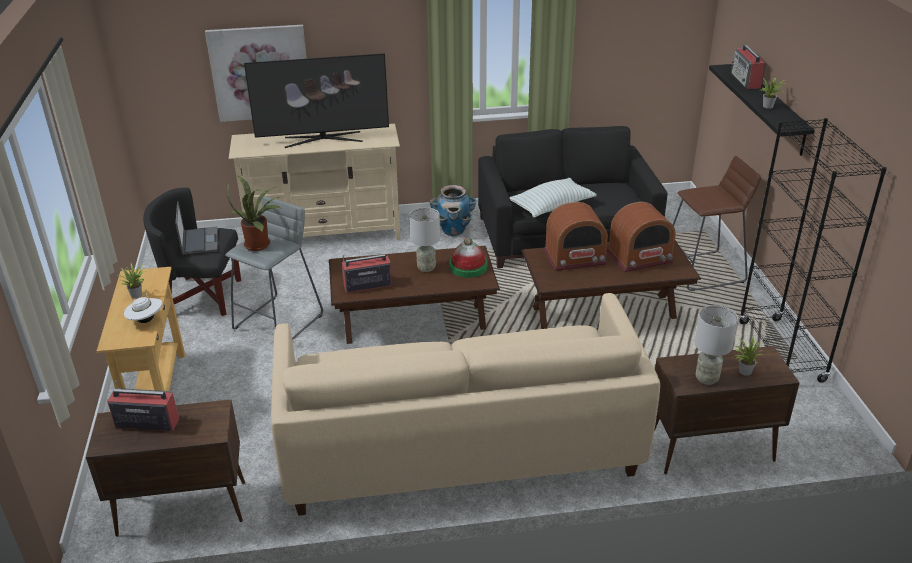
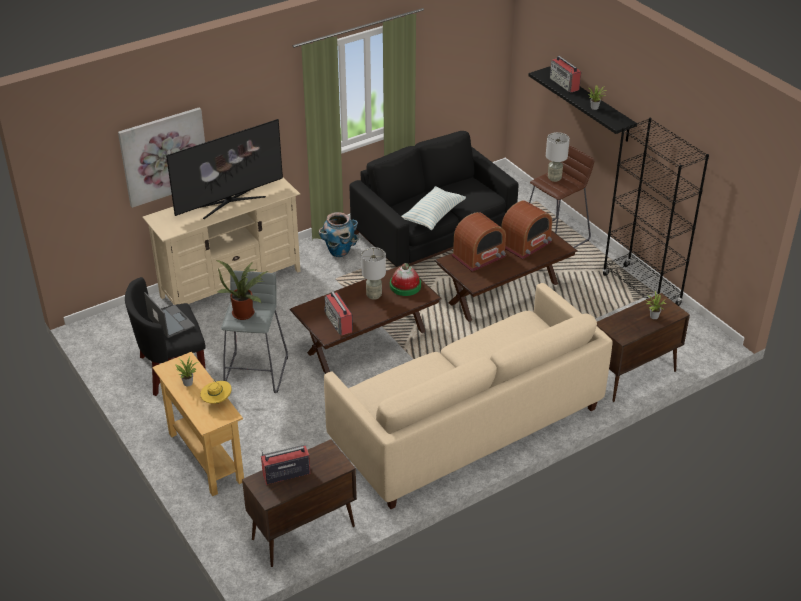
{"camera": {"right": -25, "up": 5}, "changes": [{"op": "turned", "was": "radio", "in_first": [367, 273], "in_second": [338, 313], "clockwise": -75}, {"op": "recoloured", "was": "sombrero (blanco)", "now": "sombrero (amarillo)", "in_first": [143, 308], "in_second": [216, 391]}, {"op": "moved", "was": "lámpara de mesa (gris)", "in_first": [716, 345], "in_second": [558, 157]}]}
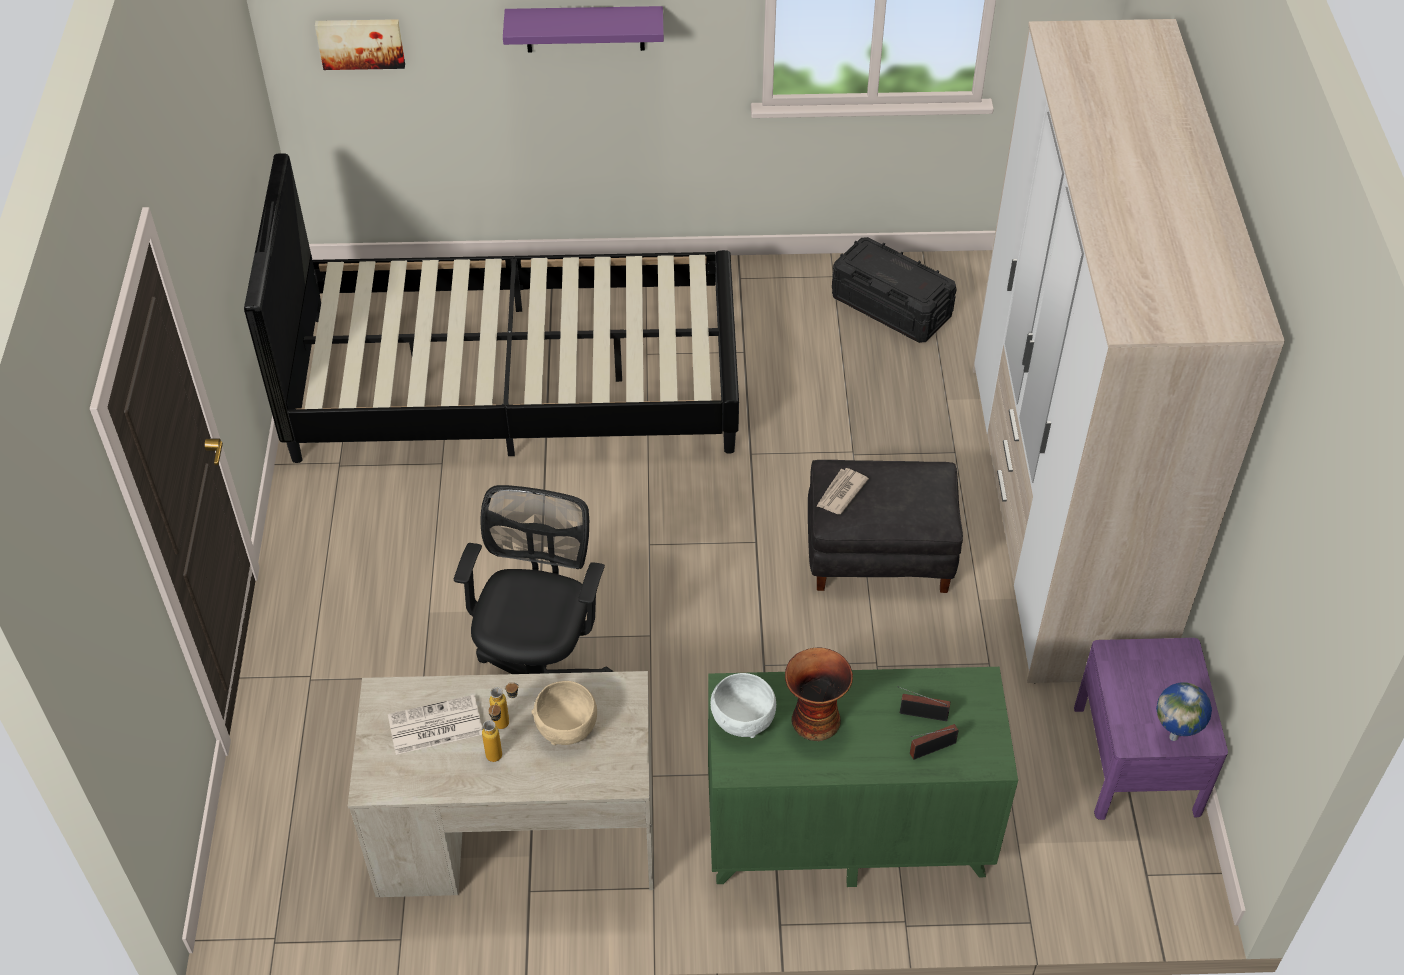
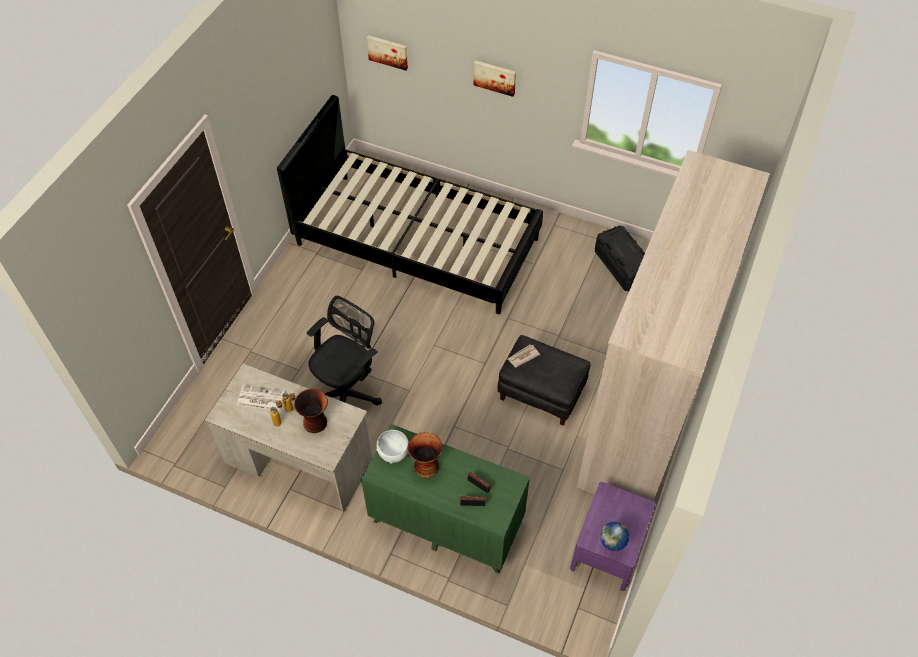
{"camera": {"right": 25, "up": 5}, "changes": [{"op": "replaced", "was": "estante (morado)", "now": "cuadro", "in_first": [583, 29], "in_second": [495, 78]}, {"op": "replaced", "was": "cuenco (beis)", "now": "florero", "in_first": [564, 713], "in_second": [311, 410]}]}
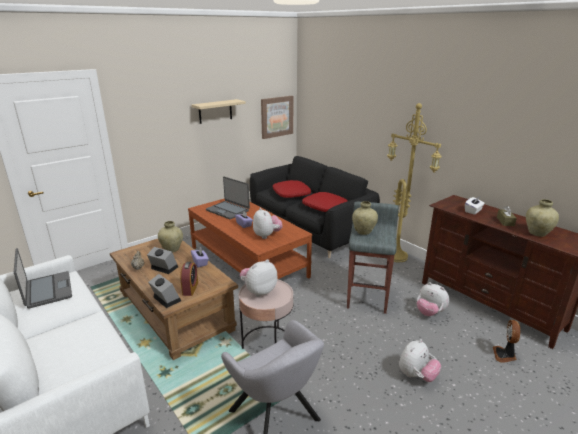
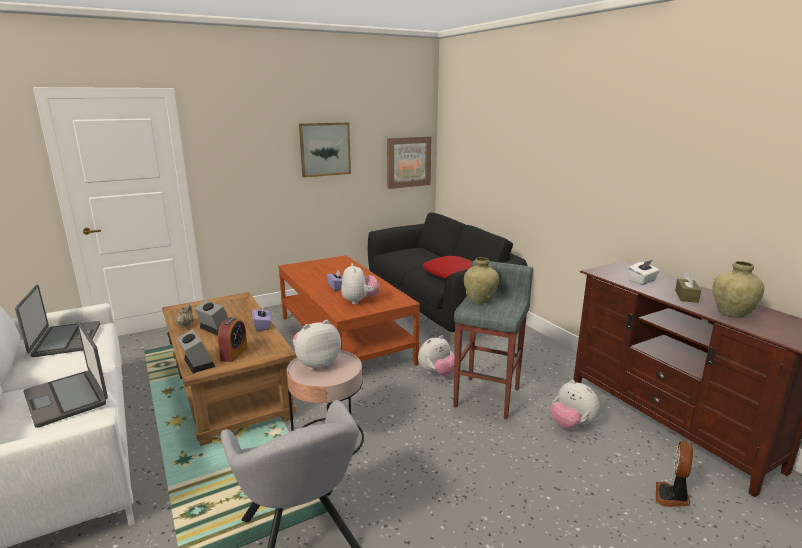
{"camera": {"right": 10, "up": -5}, "changes": [{"op": "replaced", "was": "estante (beis)", "now": "cuadro", "in_first": [218, 111], "in_second": [325, 149]}, {"op": "removed", "was": "lámpara de pie (amarillo)", "in_first": [413, 182]}, {"op": "moved", "was": "portátil", "in_first": [228, 198], "in_second": [65, 374]}, {"op": "removed", "was": "cojín (rojo)", "in_first": [292, 189]}, {"op": "removed", "was": "florero (beis)", "in_first": [170, 237]}, {"op": "moved", "was": "peluche", "in_first": [420, 360], "in_second": [436, 356]}]}
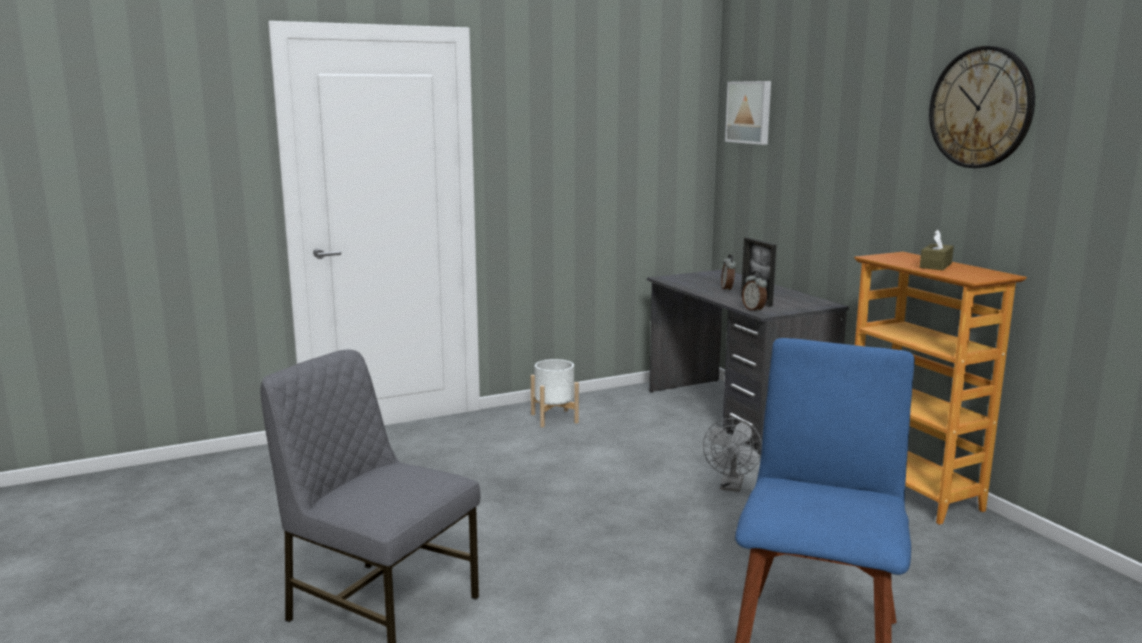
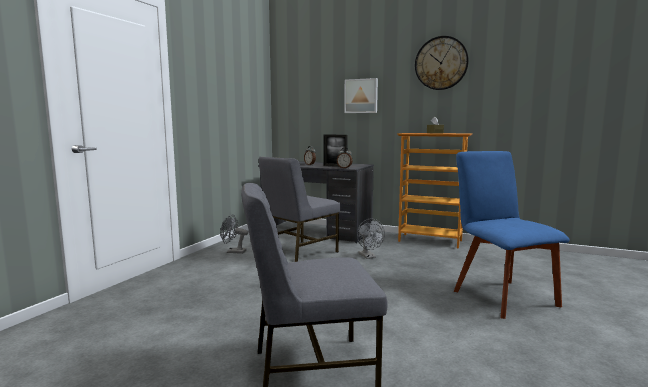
{"camera": {"right": -40, "up": -5}, "changes": [{"op": "moved", "was": "cuadro", "in_first": [748, 113], "in_second": [361, 95]}, {"op": "replaced", "was": "maceta (blanco)", "now": "ventilador (gris)", "in_first": [555, 393], "in_second": [234, 234]}, {"op": "added", "now": "silla (gris)", "in_second": [300, 209]}]}
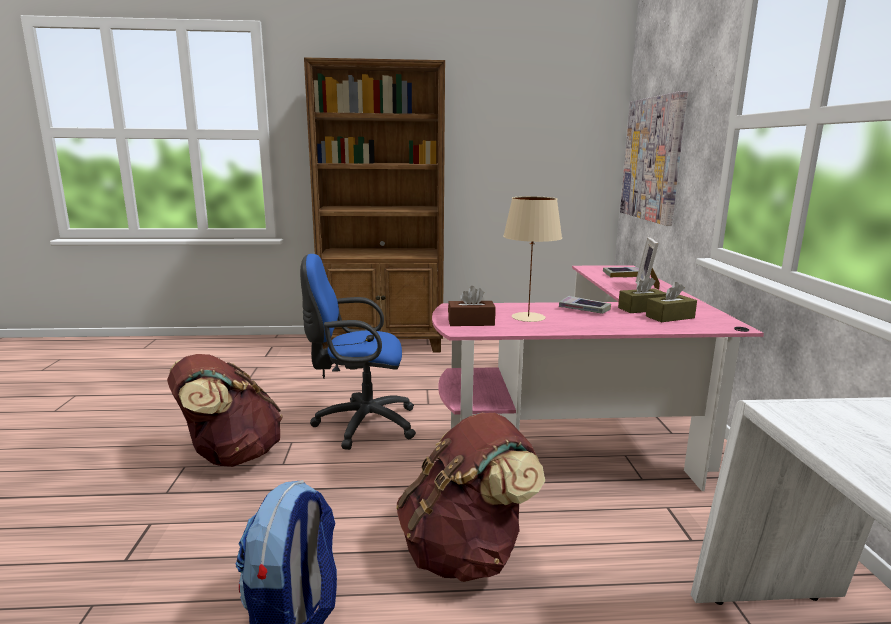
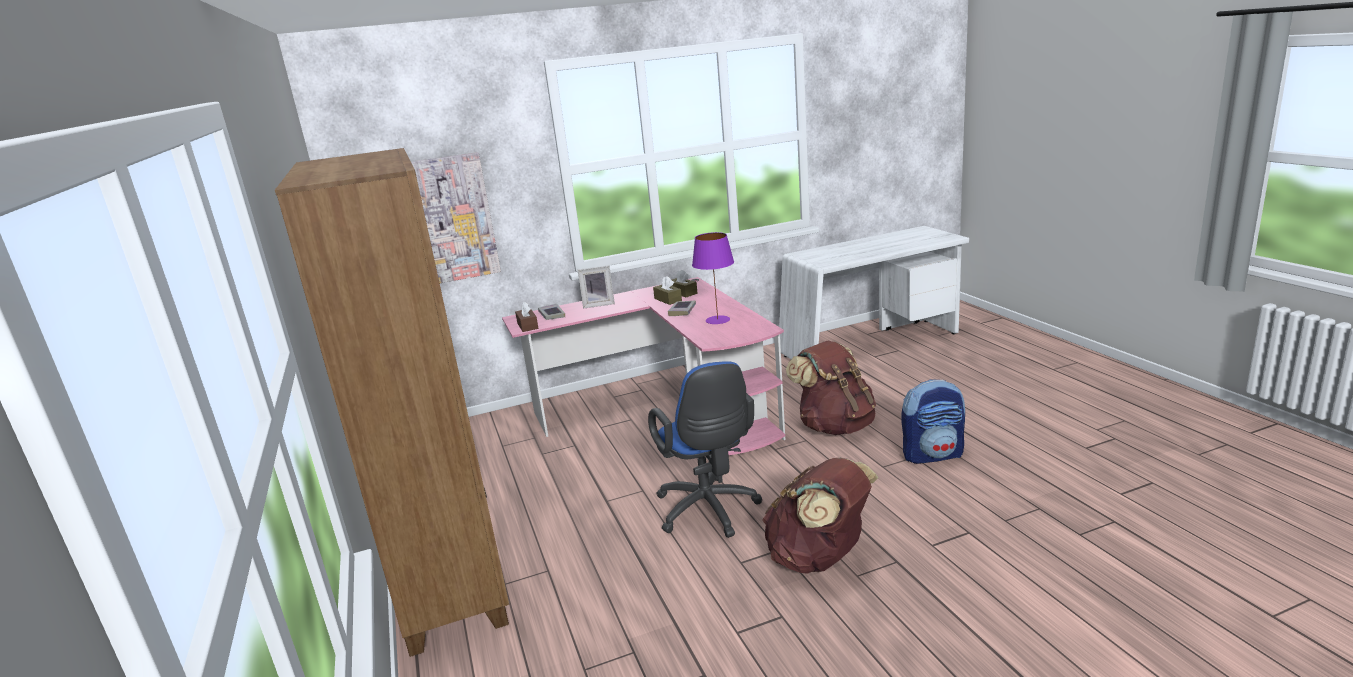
{"camera": {"right": -105, "up": 5}, "changes": [{"op": "recoloured", "was": "lámpara de mesa (beis)", "now": "lámpara de mesa (morado)", "in_first": [532, 259], "in_second": [713, 278]}, {"op": "moved", "was": "caja de pañuelos (marrón)", "in_first": [472, 306], "in_second": [526, 317]}]}
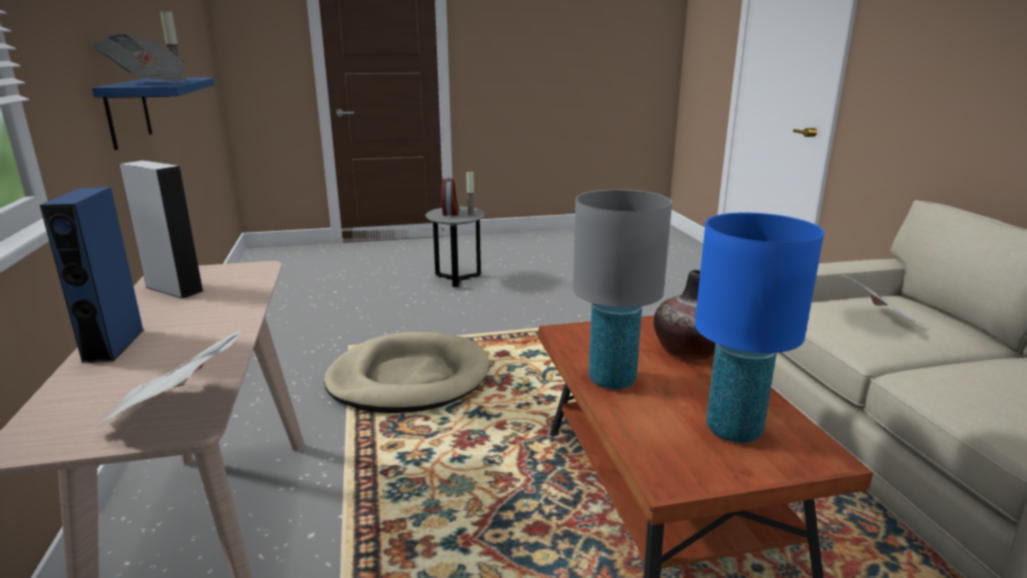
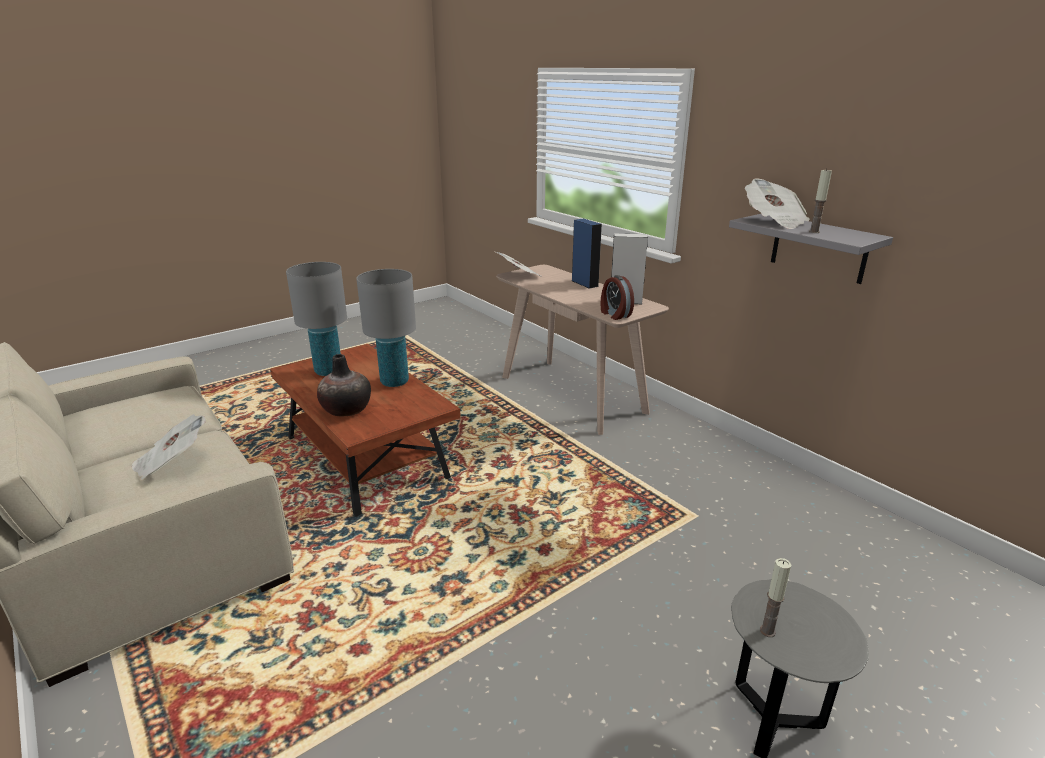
{"camera": {"right": 155, "up": 5}, "changes": [{"op": "recoloured", "was": "estante (azul)", "now": "estante (gris)", "in_first": [153, 114], "in_second": [811, 249]}, {"op": "moved", "was": "despertador", "in_first": [450, 196], "in_second": [617, 297]}, {"op": "recoloured", "was": "lámpara de mesa (azul)", "now": "lámpara de mesa (gris)", "in_first": [759, 328], "in_second": [316, 319]}, {"op": "removed", "was": "cama para perro (beis)", "in_first": [406, 372]}]}
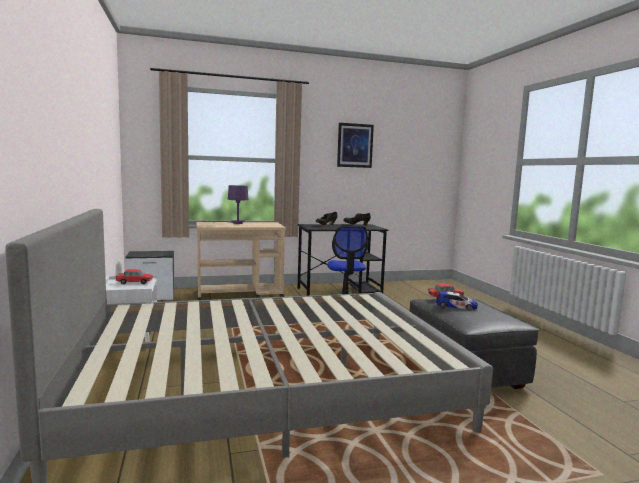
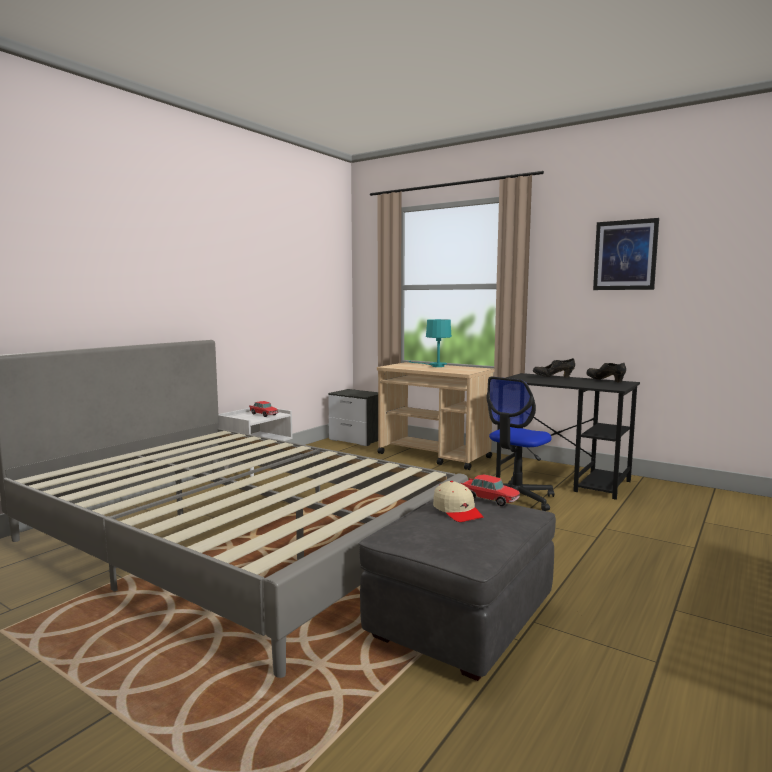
{"camera": {"right": 50, "up": 0}, "changes": [{"op": "recoloured", "was": "lámpara de mesa (morado)", "now": "lámpara de mesa (turquesa)", "in_first": [226, 204], "in_second": [430, 343]}, {"op": "replaced", "was": "coche de juguete", "now": "gorra (beis)", "in_first": [457, 301], "in_second": [458, 501]}]}
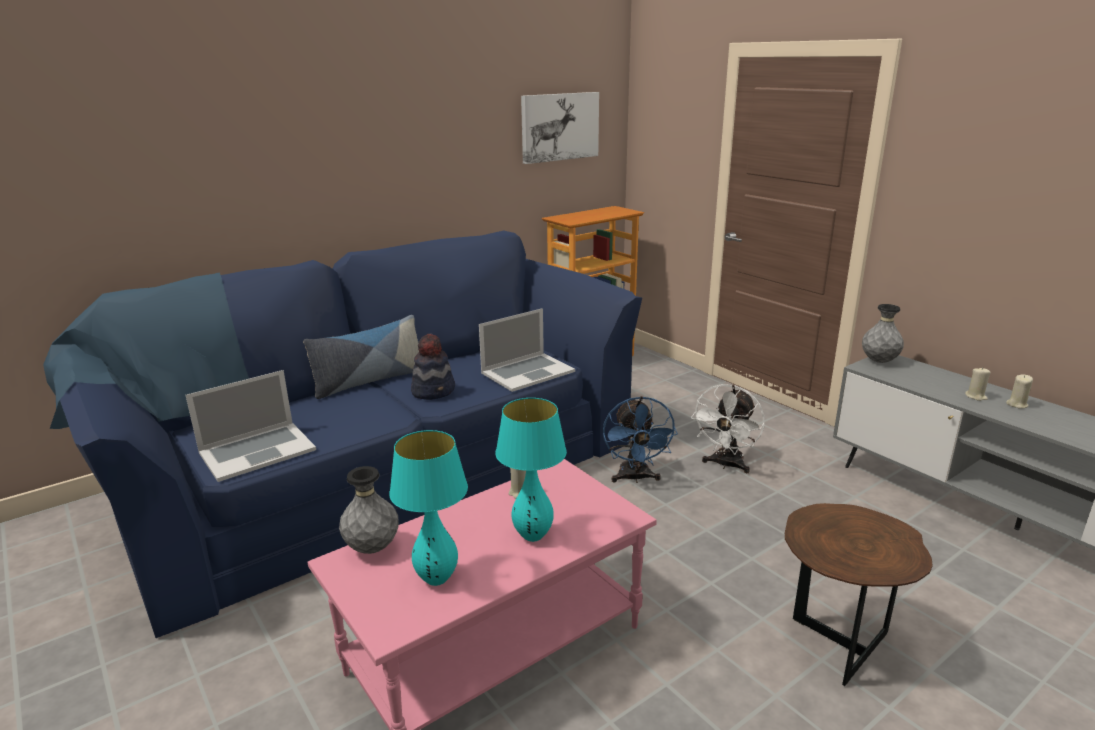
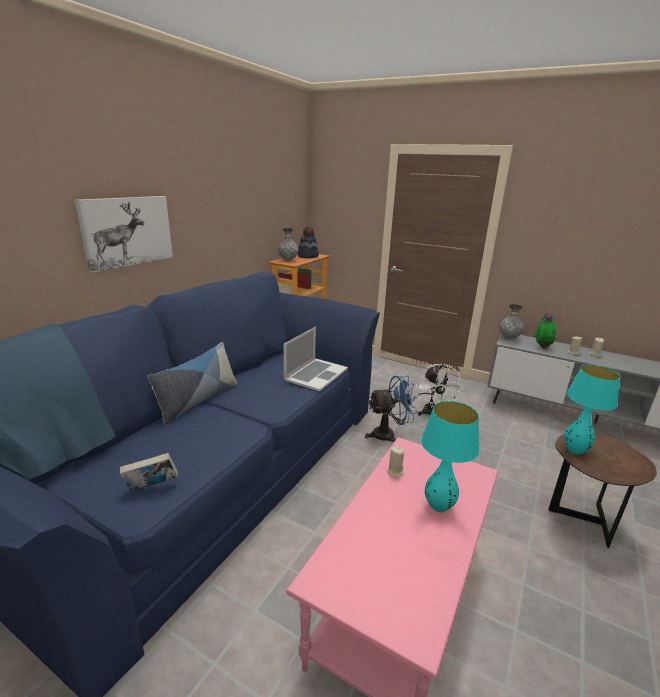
{"camera": {"right": -25, "up": 0}, "changes": [{"op": "moved", "was": "cuadro", "in_first": [560, 128], "in_second": [124, 234]}, {"op": "moved", "was": "sombrero", "in_first": [433, 367], "in_second": [308, 242]}, {"op": "replaced", "was": "portátil", "now": "libro", "in_first": [251, 426], "in_second": [149, 472]}, {"op": "turned", "was": "ventilador (azul)", "in_first": [640, 439], "in_second": [391, 409], "clockwise": -75}, {"op": "moved", "was": "lámpara de mesa (turquesa)", "in_first": [428, 508], "in_second": [592, 409]}, {"op": "moved", "was": "florero (gris)", "in_first": [368, 510], "in_second": [288, 244]}, {"op": "added", "now": "planta en maceta", "in_second": [545, 330]}]}
